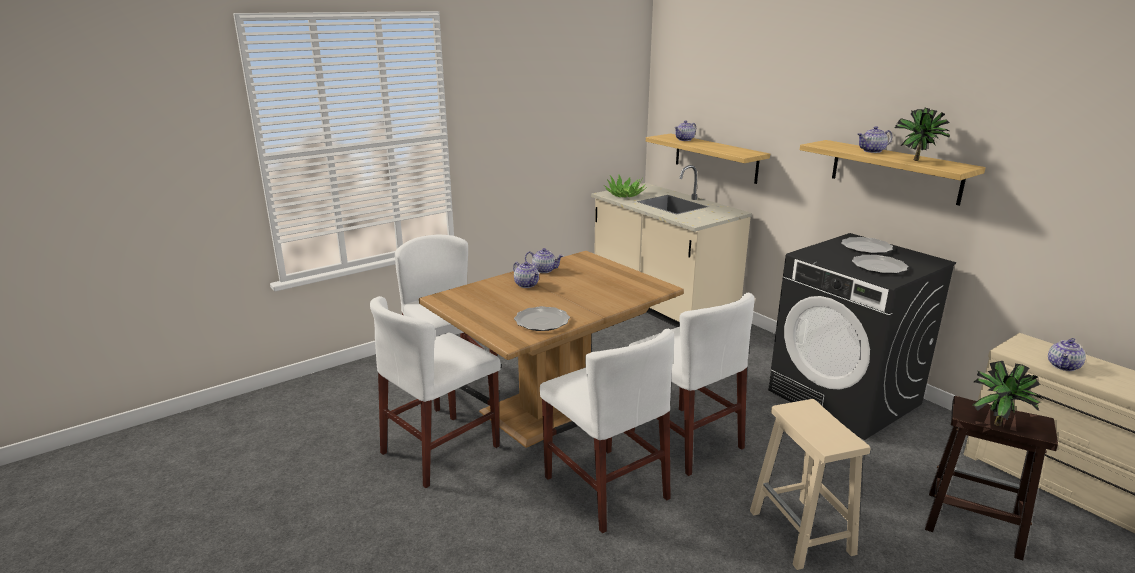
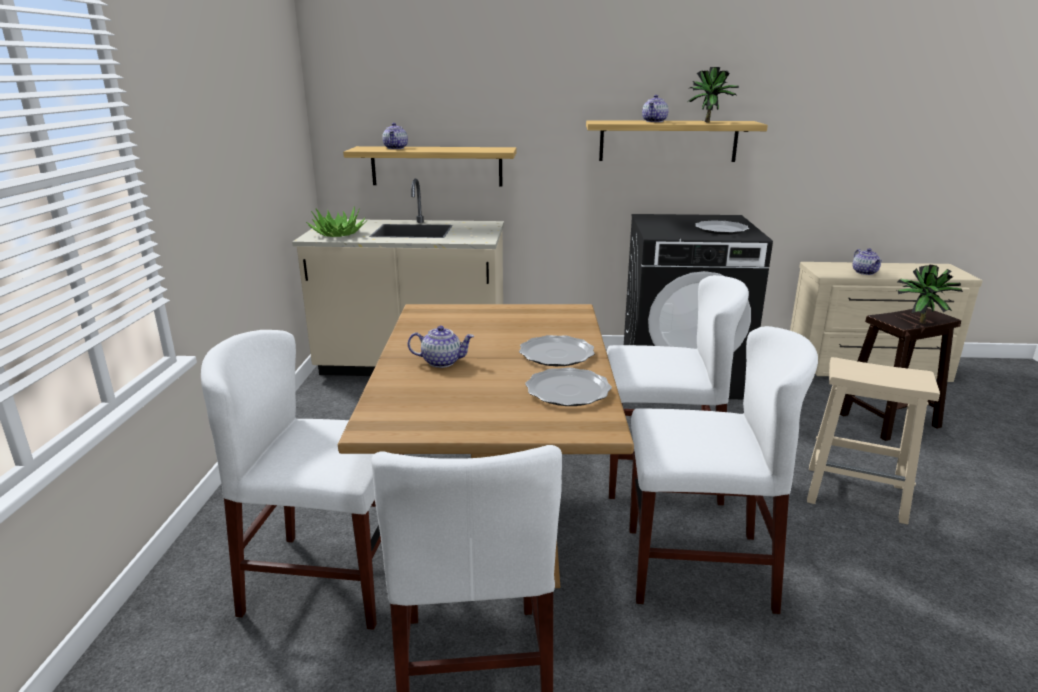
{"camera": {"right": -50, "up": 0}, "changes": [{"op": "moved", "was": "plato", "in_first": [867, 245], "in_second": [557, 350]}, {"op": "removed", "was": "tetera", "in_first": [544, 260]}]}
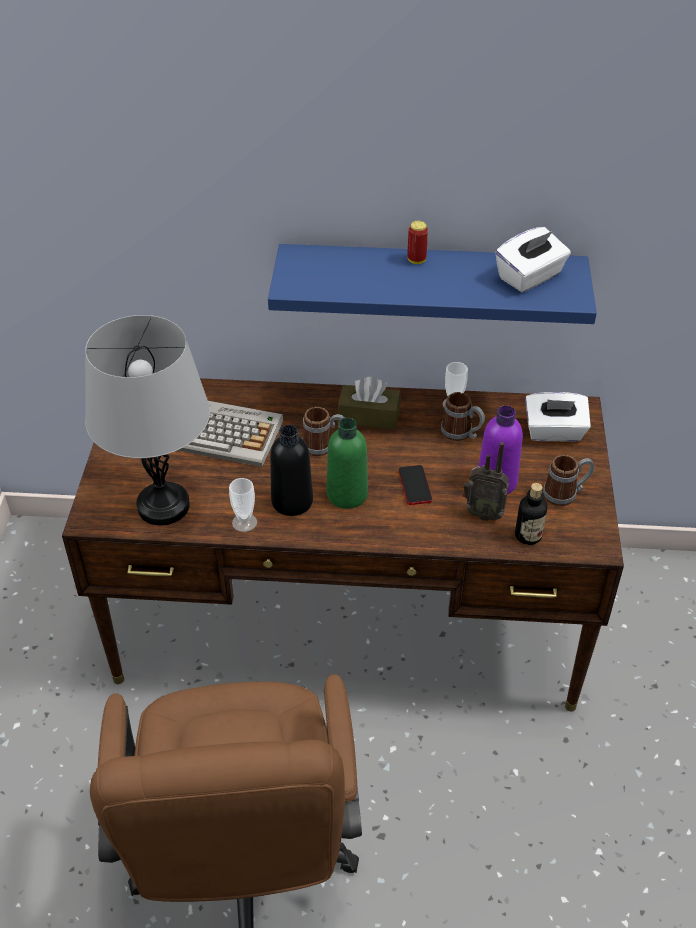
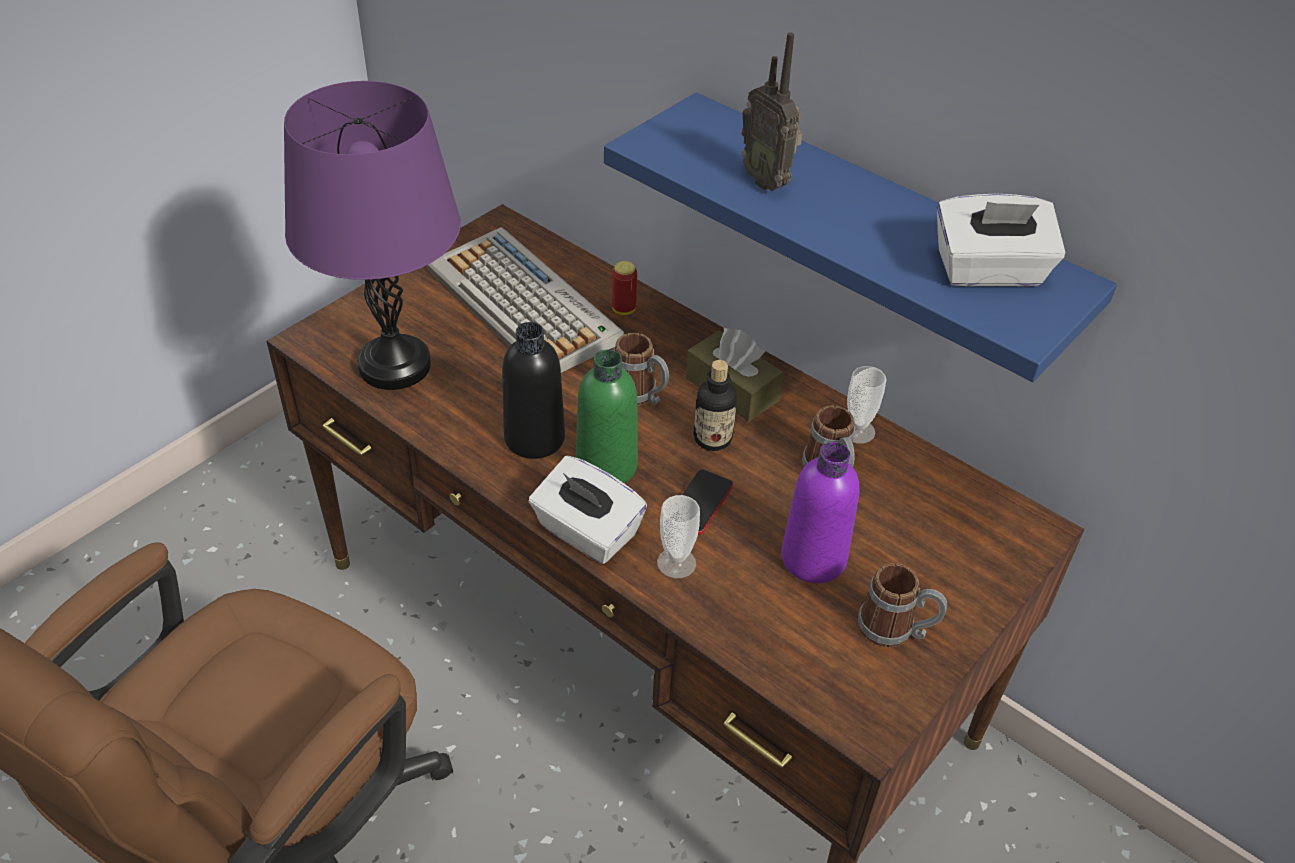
{"camera": {"right": 35, "up": 0}, "changes": [{"op": "moved", "was": "lata", "in_first": [417, 242], "in_second": [624, 288]}, {"op": "recoloured", "was": "lámpara de mesa (gris)", "now": "lámpara de mesa (morado)", "in_first": [147, 420], "in_second": [372, 235]}, {"op": "moved", "was": "caja de pañuelos (blanco)", "in_first": [558, 417], "in_second": [588, 510]}, {"op": "moved", "was": "radio", "in_first": [486, 481], "in_second": [772, 111]}, {"op": "moved", "was": "taza", "in_first": [243, 505], "in_second": [678, 536]}, {"op": "moved", "was": "botella", "in_first": [531, 514], "in_second": [715, 405]}]}
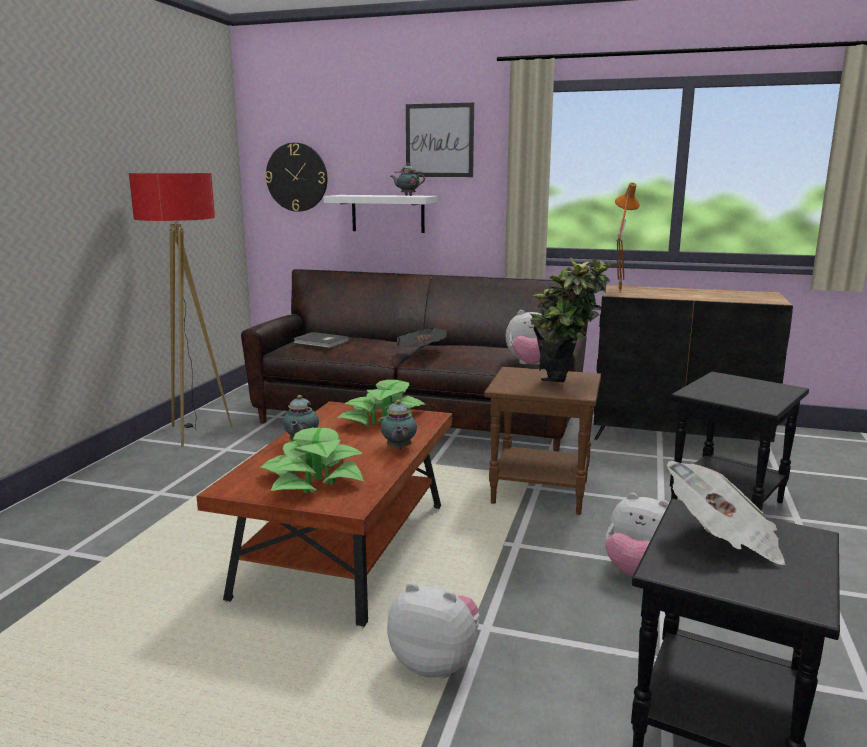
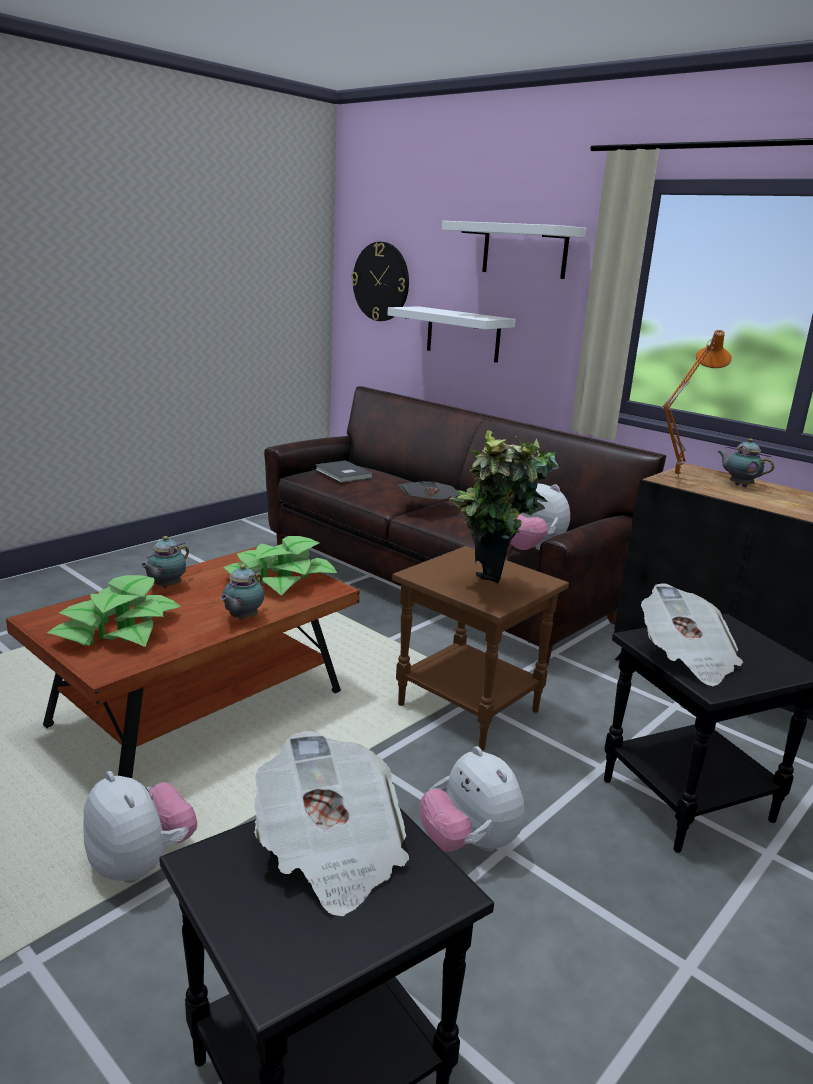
{"camera": {"right": 25, "up": 5}, "changes": [{"op": "replaced", "was": "cuadro", "now": "estante (blanco)", "in_first": [440, 140], "in_second": [514, 250]}, {"op": "moved", "was": "tetera", "in_first": [407, 179], "in_second": [746, 462]}, {"op": "removed", "was": "lámpara de pie", "in_first": [181, 309]}, {"op": "added", "now": "periódico", "in_second": [692, 634]}]}
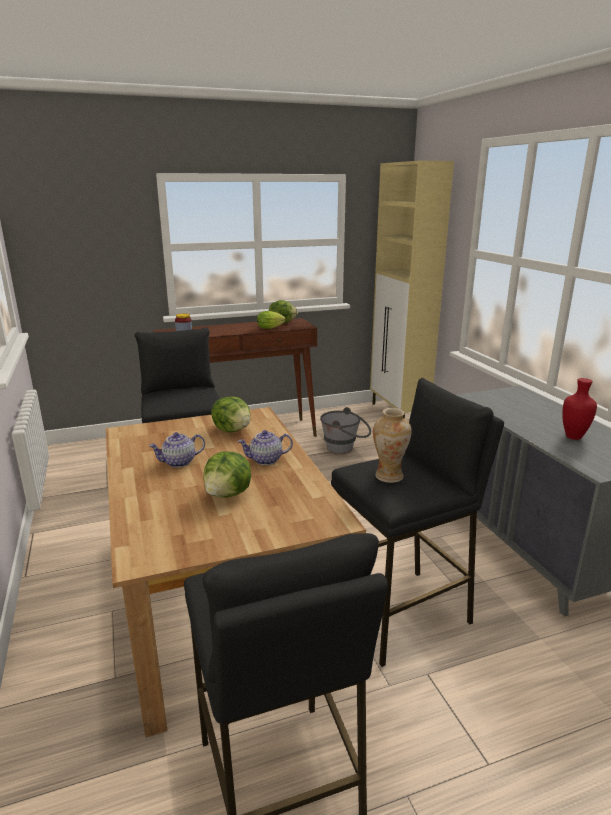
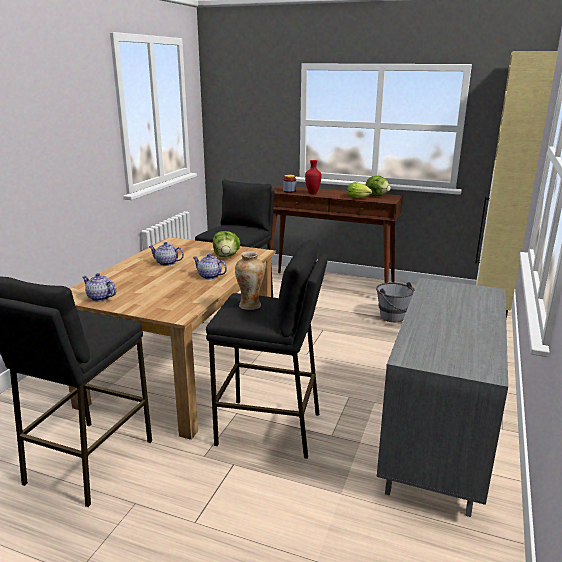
{"camera": {"right": 40, "up": 0}, "changes": [{"op": "moved", "was": "florero (rojo)", "in_first": [579, 409], "in_second": [313, 177]}, {"op": "removed", "was": "lechuga", "in_first": [227, 475]}, {"op": "added", "now": "tetera", "in_second": [99, 287]}]}
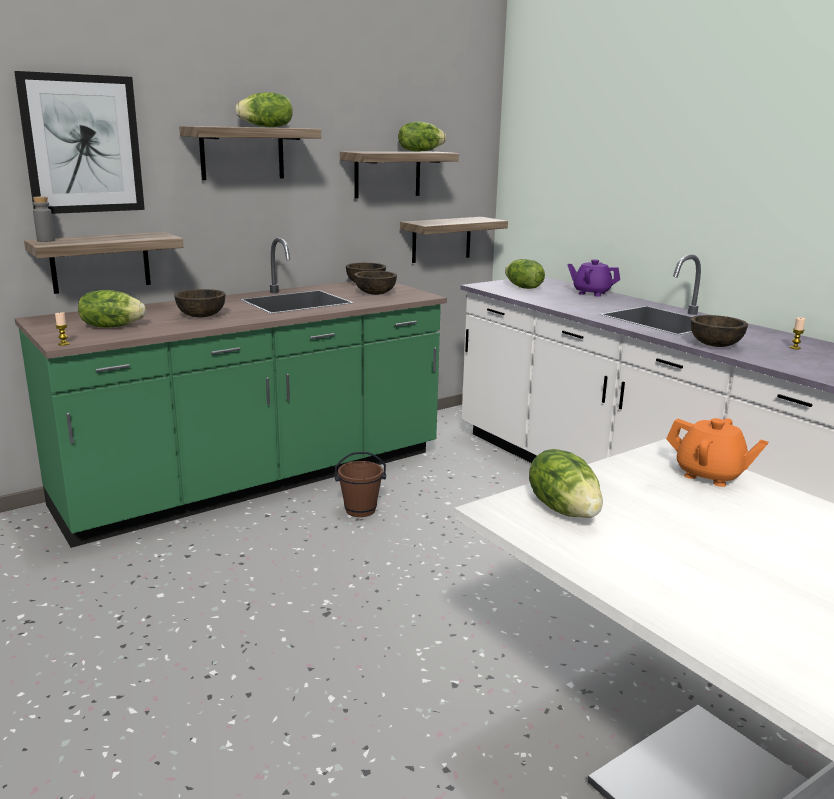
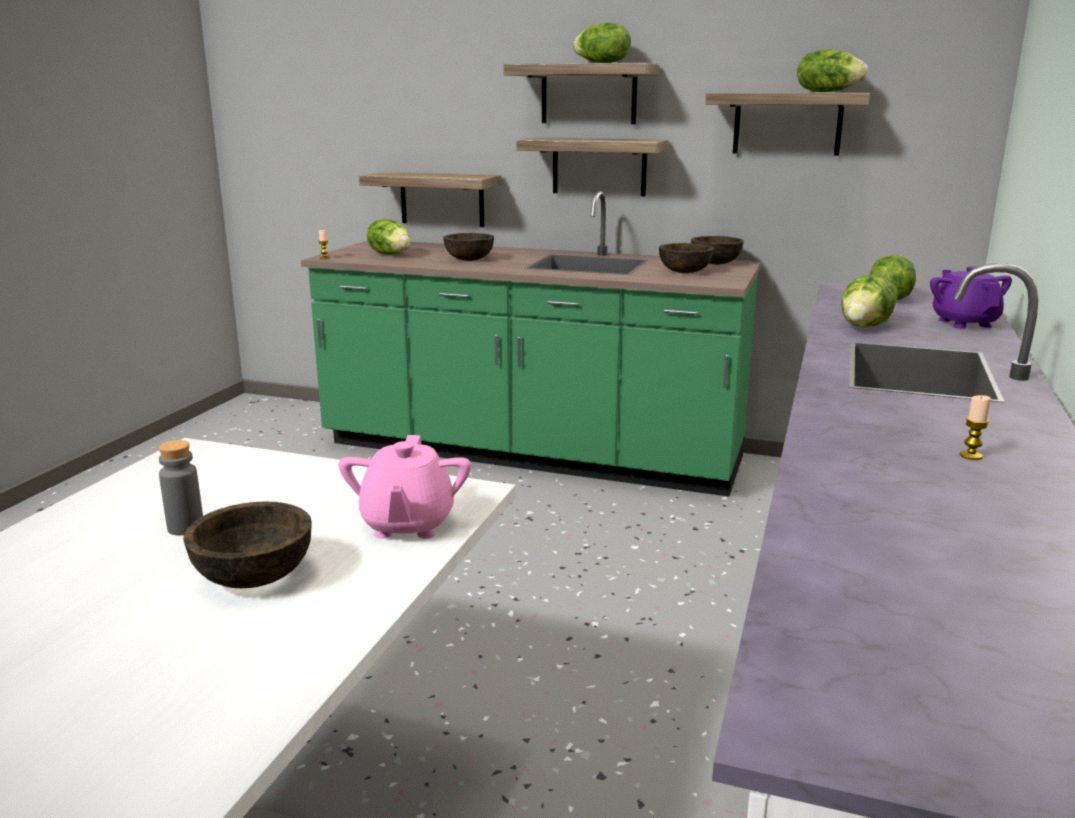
{"camera": {"right": 55, "up": 0}, "changes": [{"op": "removed", "was": "cuadro", "in_first": [79, 142]}, {"op": "moved", "was": "botella (gris)", "in_first": [44, 219], "in_second": [180, 488]}, {"op": "moved", "was": "estante", "in_first": [454, 240], "in_second": [592, 166]}, {"op": "moved", "was": "cuenco (marrón)", "in_first": [719, 331], "in_second": [247, 545]}, {"op": "recoloured", "was": "tetera (naranja)", "now": "tetera (rosa)", "in_first": [717, 452], "in_second": [404, 487]}, {"op": "moved", "was": "lechuga", "in_first": [566, 483], "in_second": [869, 301]}, {"op": "removed", "was": "cubo (marrón)", "in_first": [360, 484]}]}
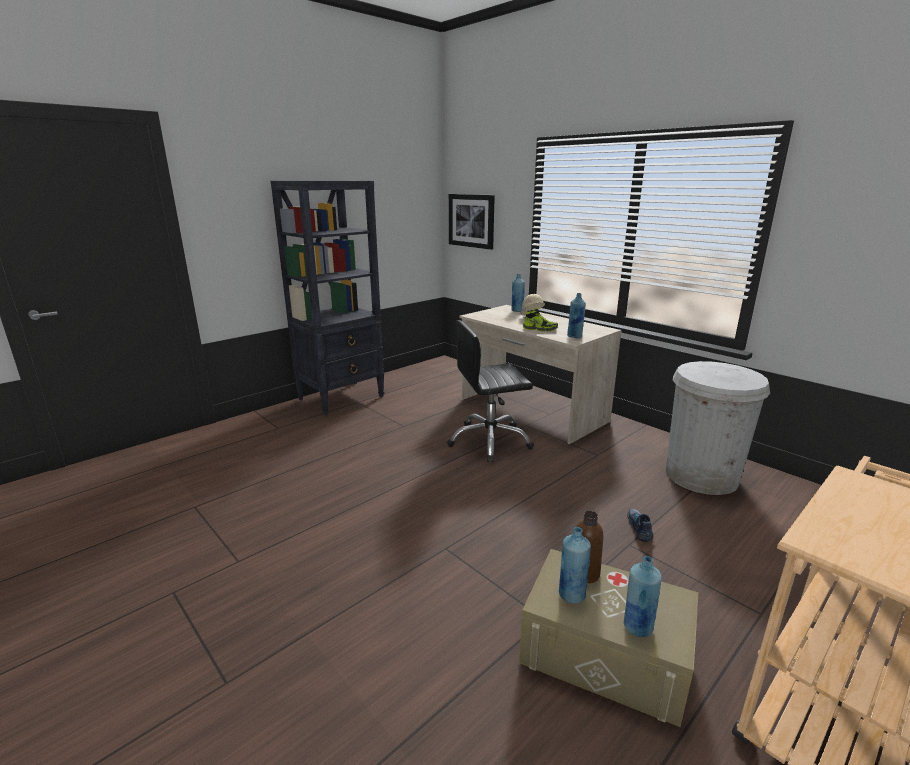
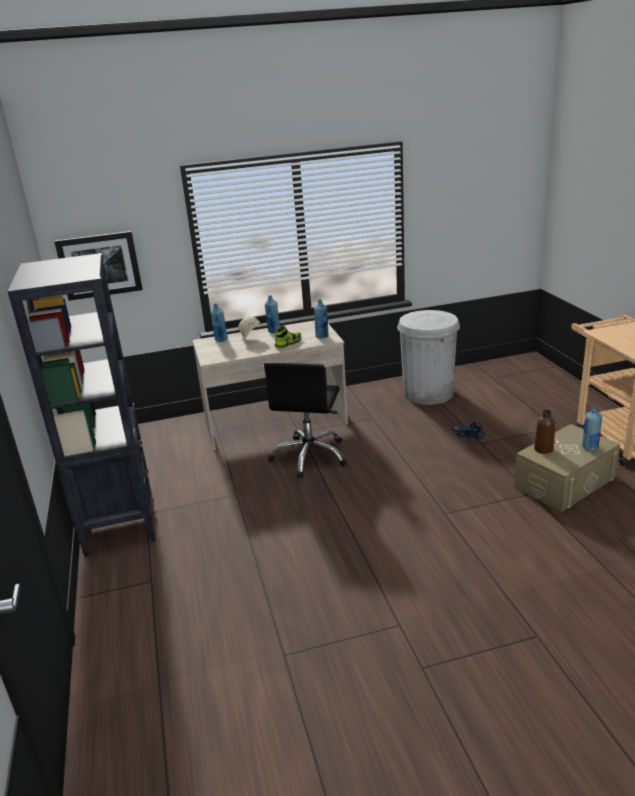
{"camera": {"right": -60, "up": 5}, "changes": [{"op": "moved", "was": "botella (azul)", "in_first": [575, 565], "in_second": [272, 314]}]}
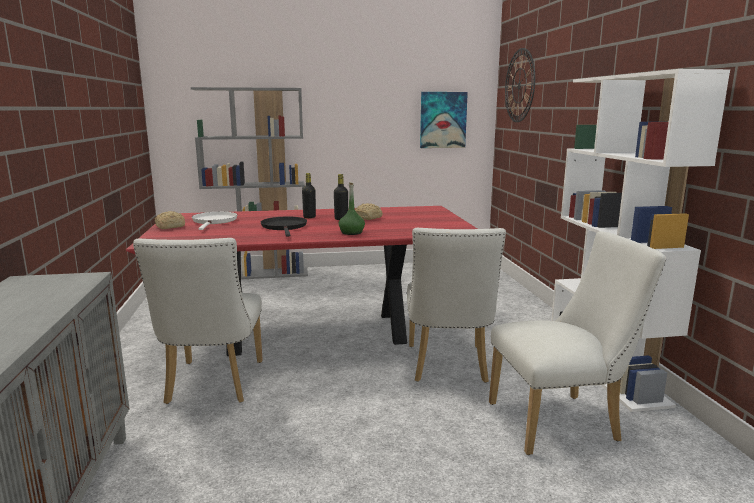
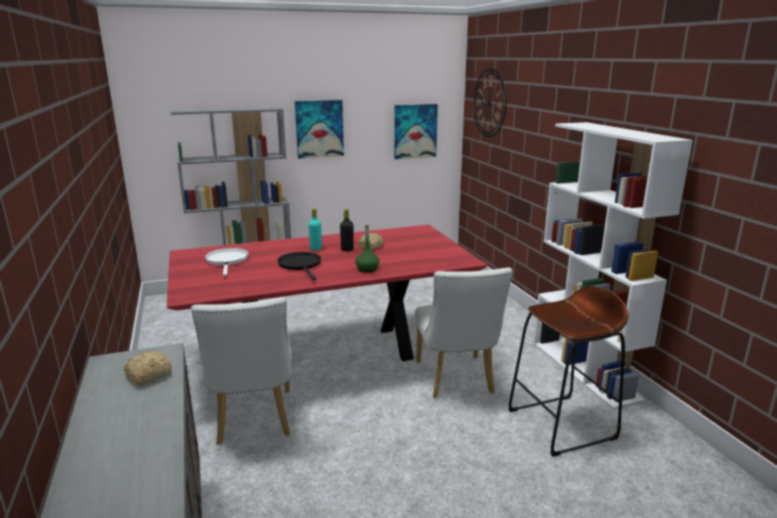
{"camera": {"right": -10, "up": 5}, "changes": [{"op": "recoloured", "was": "botella (negro)", "now": "botella (turquesa)", "in_first": [309, 195], "in_second": [315, 229]}, {"op": "moved", "was": "pan", "in_first": [170, 220], "in_second": [148, 368]}, {"op": "replaced", "was": "silla (blanco)", "now": "taburete (marrón)", "in_first": [577, 343], "in_second": [568, 371]}, {"op": "added", "now": "cuadro", "in_second": [319, 129]}]}
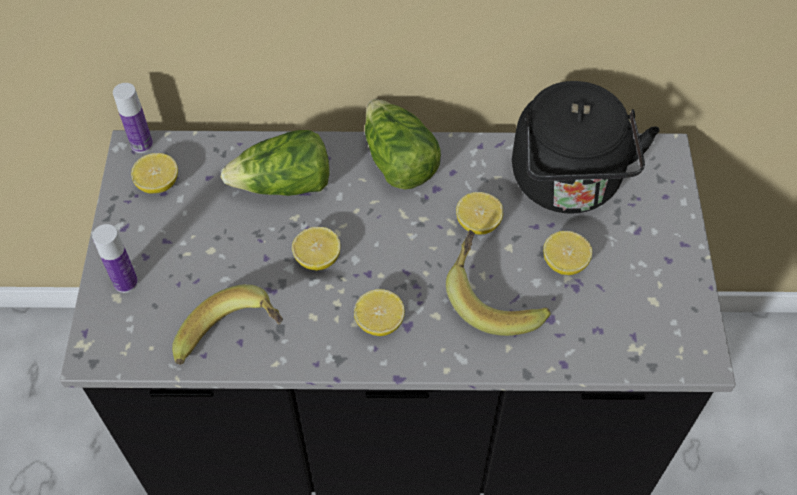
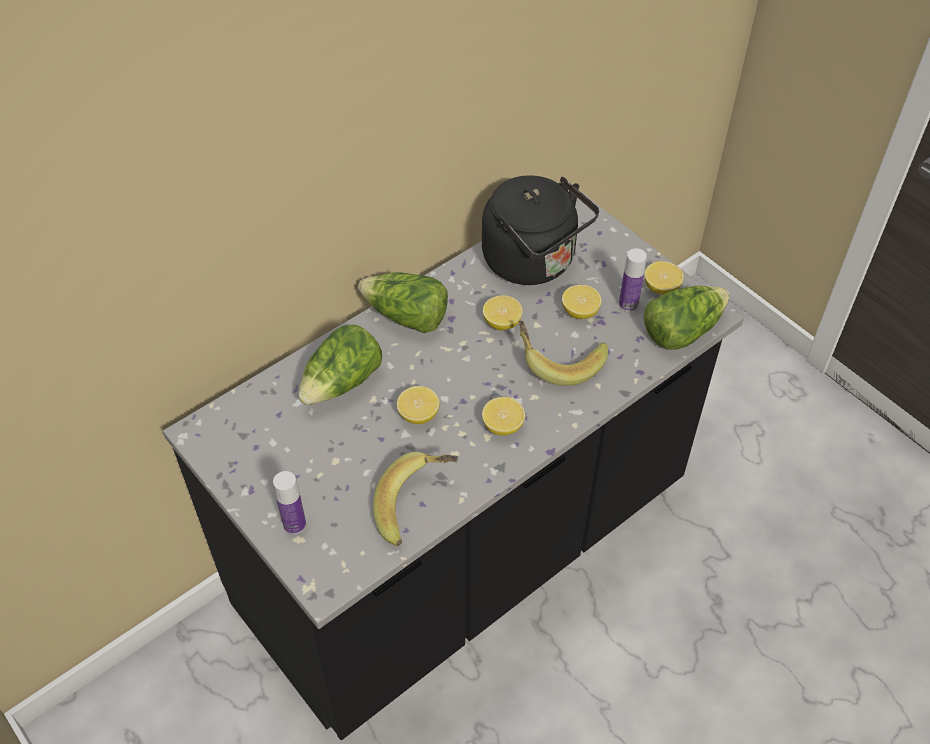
{"camera": {"right": -40, "up": -5}, "changes": [{"op": "moved", "was": "botella", "in_first": [133, 118], "in_second": [633, 280]}, {"op": "moved", "was": "limón", "in_first": [154, 173], "in_second": [664, 277]}, {"op": "added", "now": "lechuga", "in_second": [686, 317]}]}
